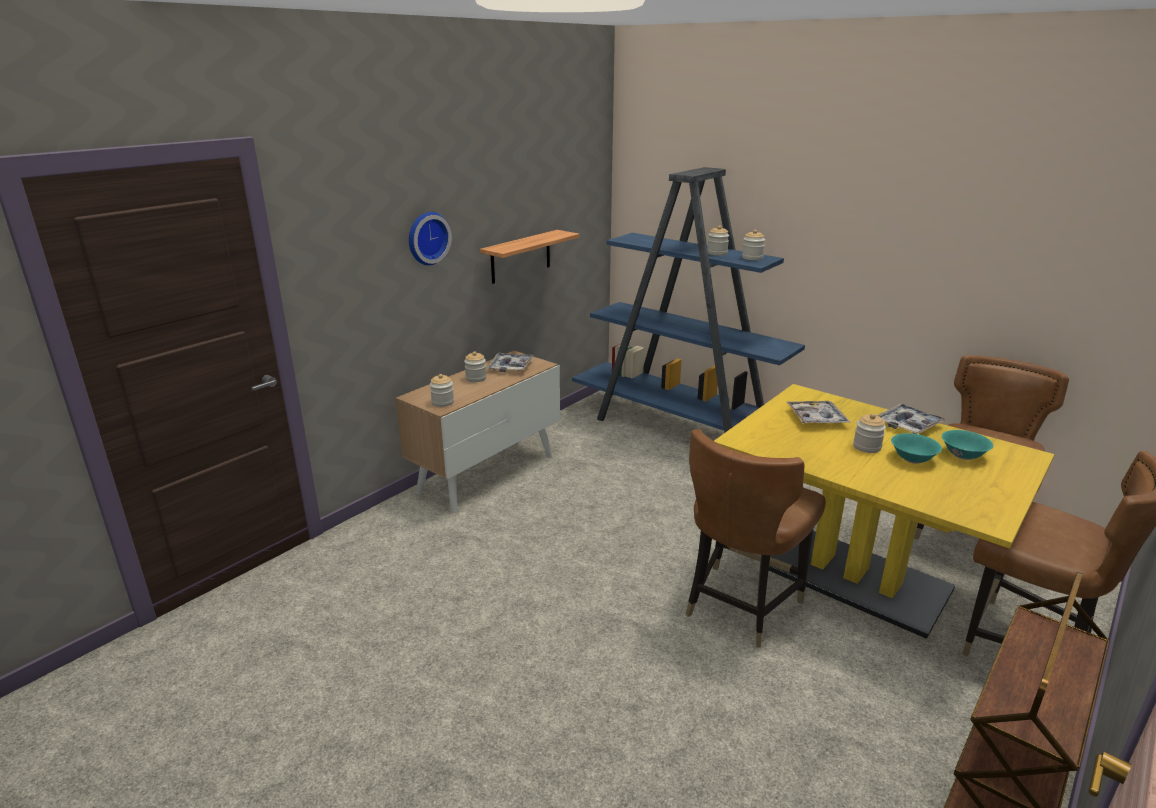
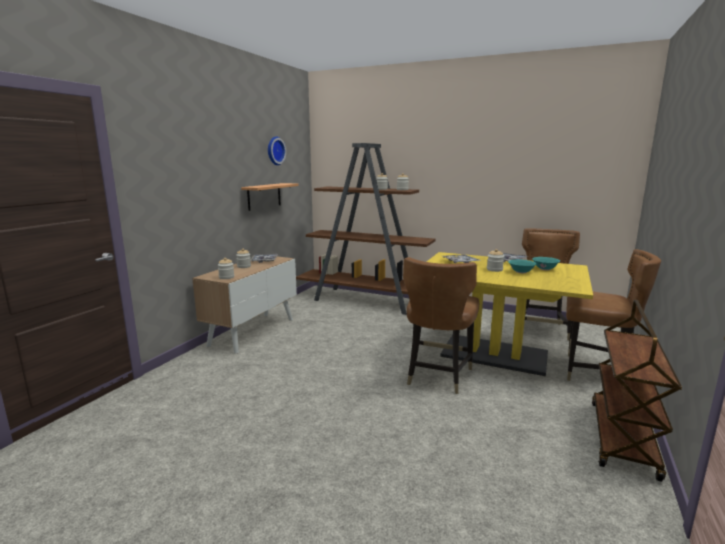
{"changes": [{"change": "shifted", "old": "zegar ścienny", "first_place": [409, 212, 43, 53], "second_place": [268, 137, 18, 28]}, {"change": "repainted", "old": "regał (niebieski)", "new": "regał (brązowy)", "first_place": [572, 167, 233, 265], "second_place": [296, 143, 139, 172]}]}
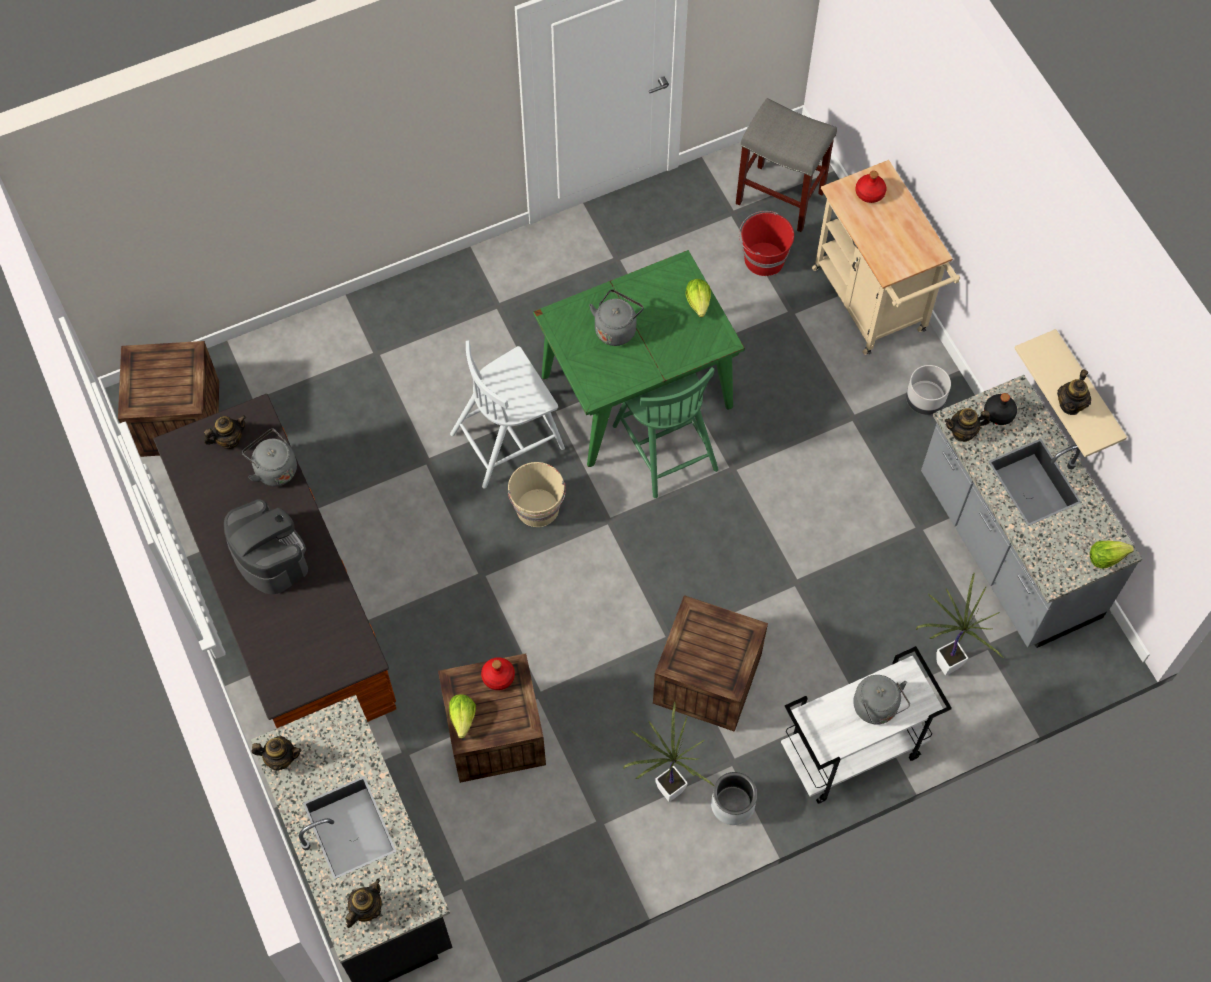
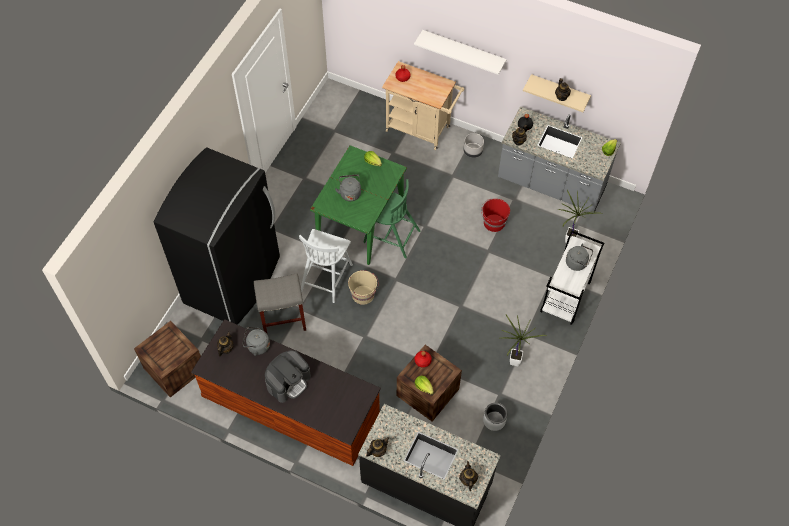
{"changes": [{"change": "gone", "old": "skrzynka", "first_place": [653, 595, 115, 137]}, {"change": "new", "new": "lodówka (czarny)", "second_place": [154, 148, 126, 177]}, {"change": "new", "new": "półka (biały)", "second_place": [414, 30, 92, 45]}, {"change": "shifted", "old": "donica (szary)", "first_place": [711, 772, 46, 53], "second_place": [483, 403, 24, 28]}, {"change": "shifted", "old": "stołek (szary)", "first_place": [736, 98, 101, 134], "second_place": [254, 273, 52, 60]}, {"change": "shifted", "old": "wiadro (czerwony)", "first_place": [739, 211, 55, 65], "second_place": [481, 199, 29, 33]}, {"change": "rotated", "old": "ekspres do kawy", "first_place": [224, 500, 84, 94], "second_place": [265, 350, 46, 53], "degrees": 120}]}
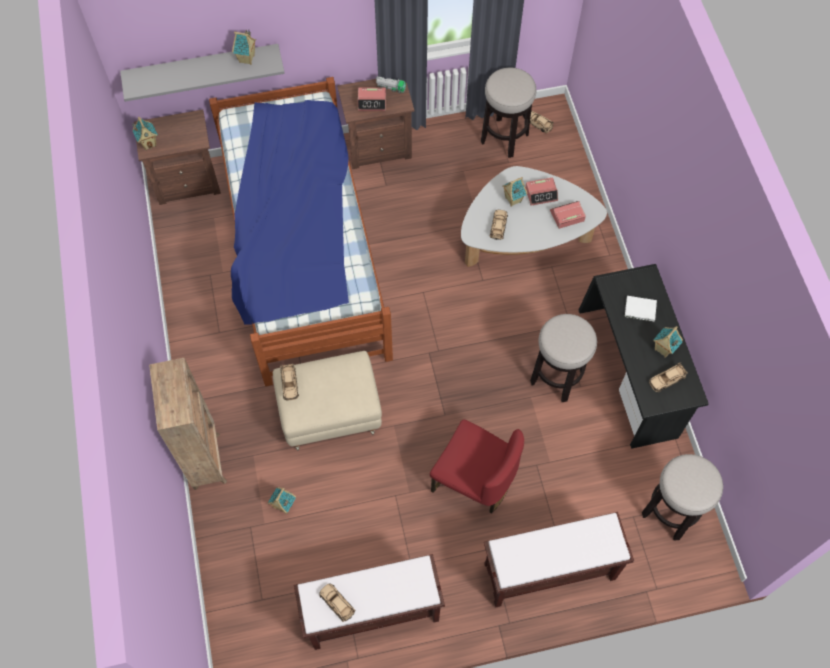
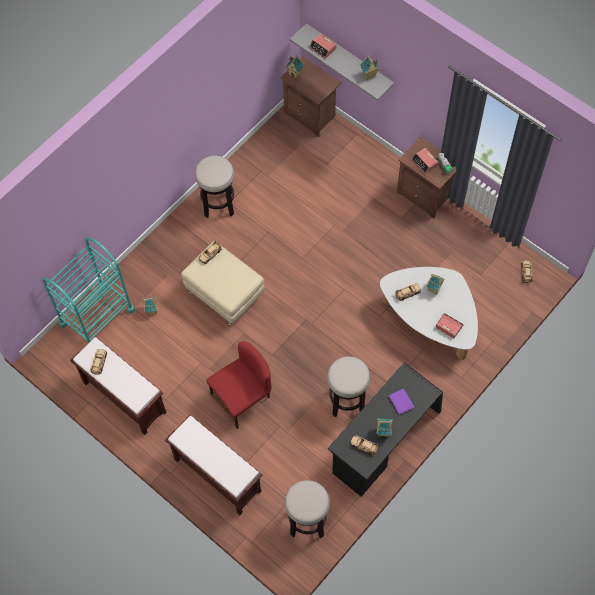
{"changes": [{"change": "gone", "old": "regał (brązowy)", "first_place": [149, 358, 78, 132]}, {"change": "gone", "old": "łóżko", "first_place": [209, 77, 184, 309]}, {"change": "new", "new": "wózek (turkusowy)", "second_place": [42, 237, 93, 106]}, {"change": "shifted", "old": "stołek", "first_place": [481, 68, 55, 90], "second_place": [195, 155, 39, 63]}, {"change": "shifted", "old": "budzik", "first_place": [525, 178, 33, 27], "second_place": [309, 34, 28, 25]}, {"change": "repainted", "old": "książka (biały)", "new": "książka (fioletowy)", "first_place": [625, 296, 32, 25], "second_place": [389, 389, 25, 26]}, {"change": "rotated", "old": "krzesło (czerwony)", "first_place": [430, 419, 94, 95], "second_place": [206, 341, 66, 88], "degrees": -120}]}
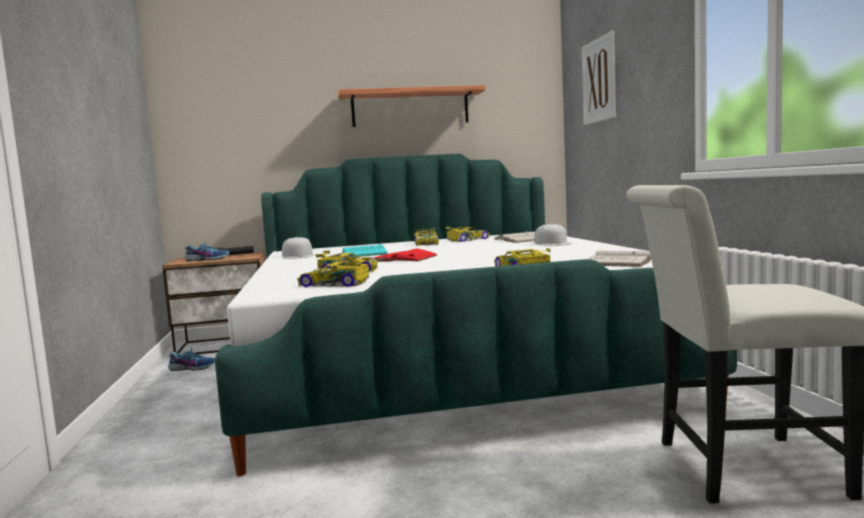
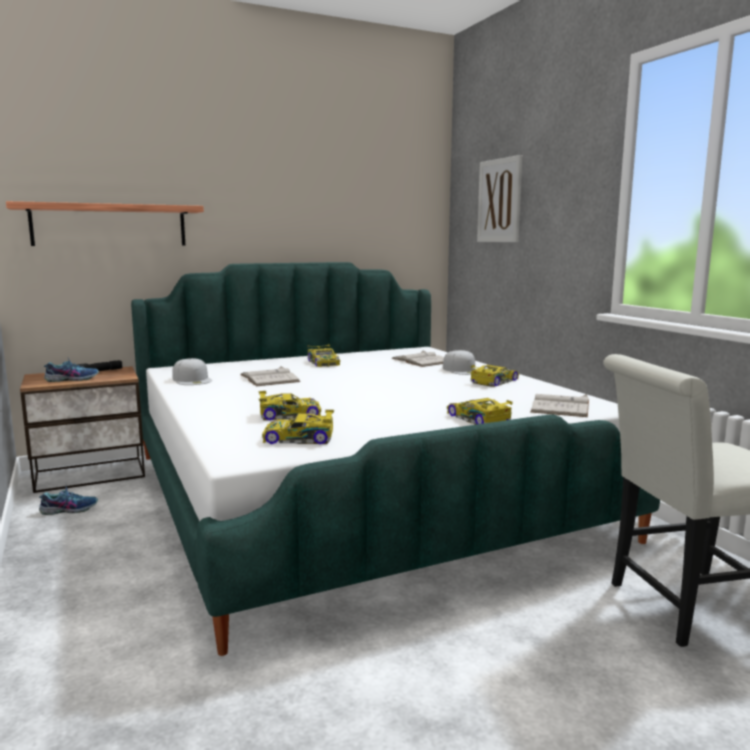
{"changes": [{"change": "gone", "old": "książka (czerwony)", "first_place": [374, 249, 63, 13]}, {"change": "shifted", "old": "półka", "first_place": [338, 85, 148, 42], "second_place": [6, 201, 198, 45]}, {"change": "shifted", "old": "samochodzik", "first_place": [446, 227, 44, 15], "second_place": [471, 365, 48, 22]}, {"change": "repainted", "old": "książka (turkusowy)", "new": "książka (biały)", "first_place": [343, 244, 45, 13], "second_place": [240, 366, 60, 20]}]}
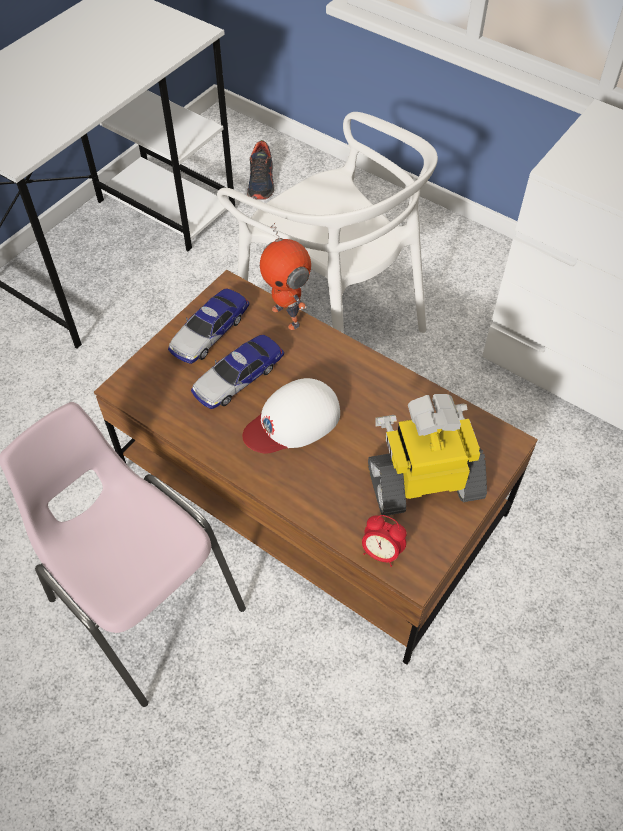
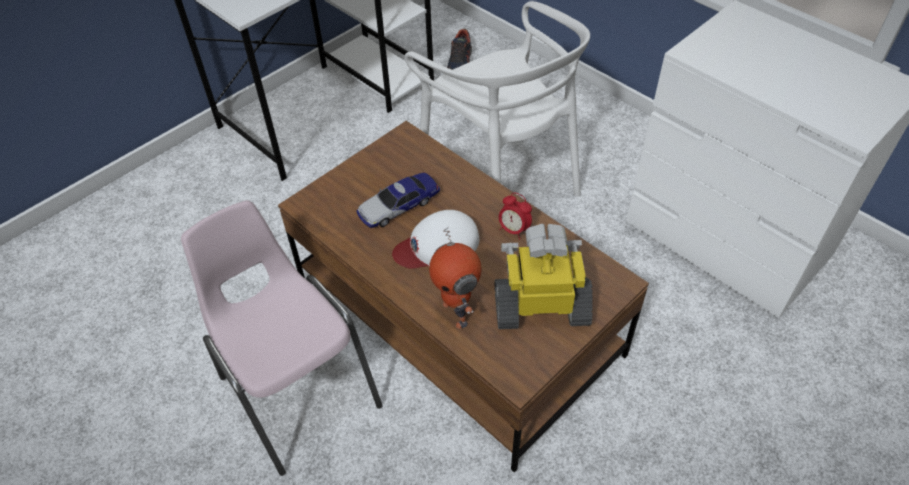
{"changes": [{"change": "gone", "old": "samochodzik", "first_place": [168, 289, 81, 75]}, {"change": "shifted", "old": "robot zabawkowy", "first_place": [260, 222, 51, 108], "second_place": [429, 227, 52, 102]}, {"change": "shifted", "old": "budzik", "first_place": [362, 515, 45, 52], "second_place": [499, 193, 33, 47]}]}
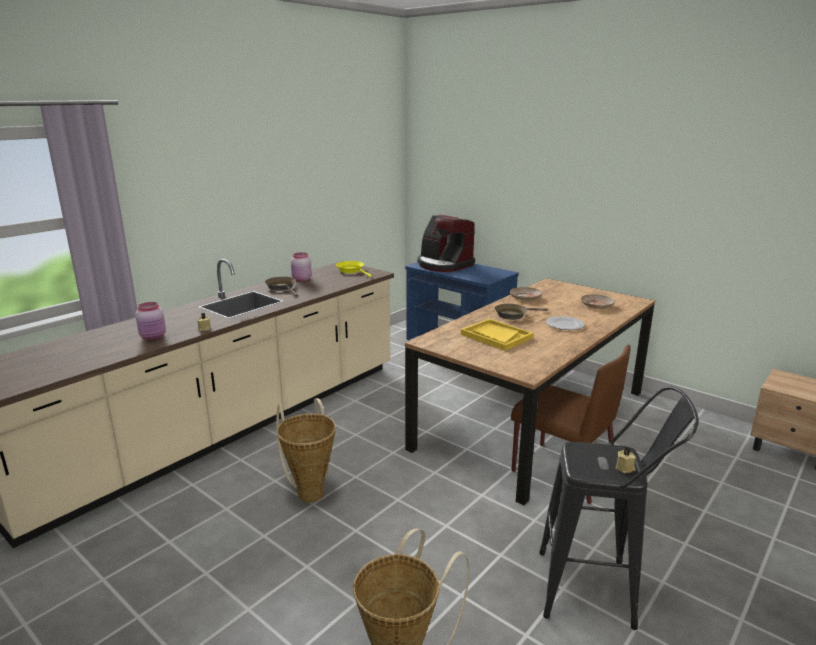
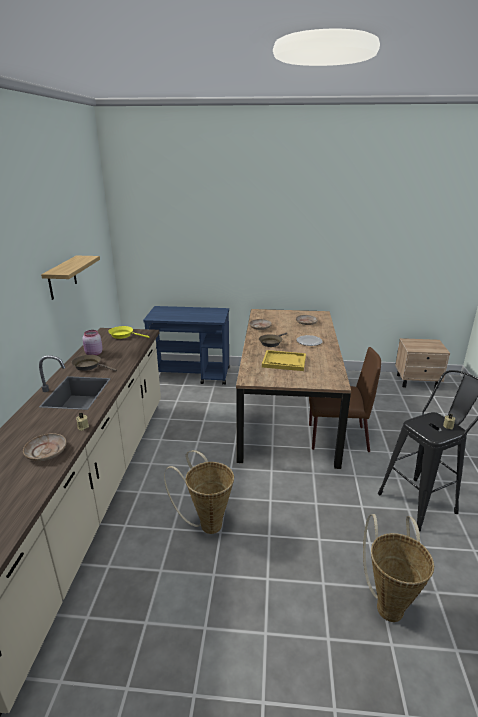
{"changes": [{"change": "gone", "old": "ekspres do kawy", "first_place": [417, 215, 58, 57]}, {"change": "new", "new": "półka", "second_place": [41, 256, 59, 44]}, {"change": "swapped", "old": "słoik (różowy)", "new": "talerz (beżowy)", "first_place": [135, 302, 31, 38], "second_place": [23, 433, 44, 28]}]}
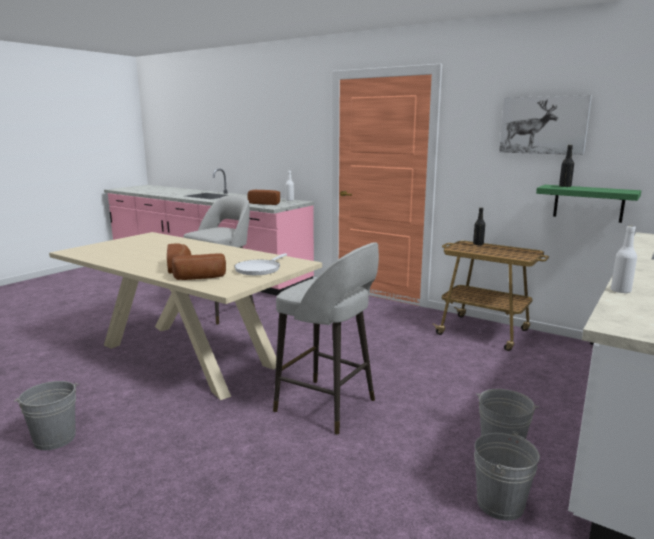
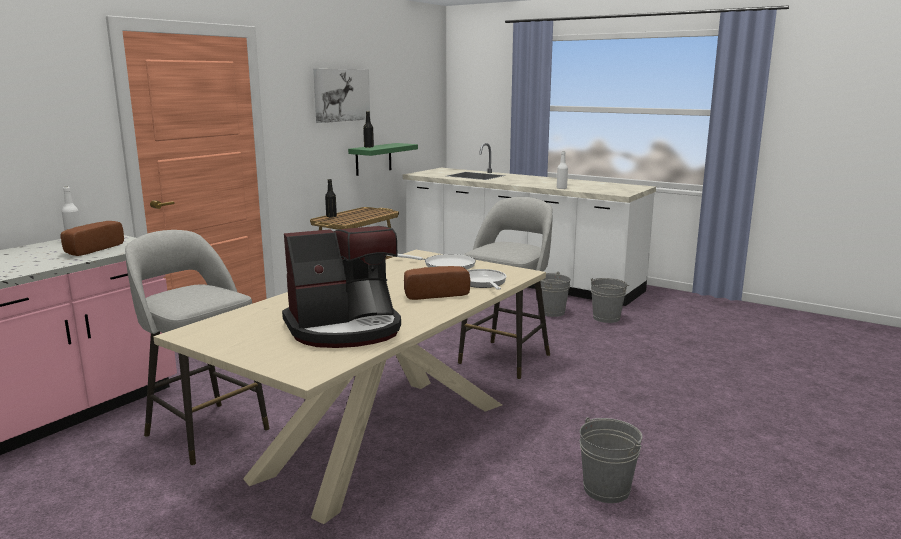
{"changes": [{"change": "new", "new": "ekspres do kawy", "second_place": [282, 226, 119, 122]}, {"change": "swapped", "old": "chleb", "new": "patelnia", "first_place": [172, 253, 54, 27], "second_place": [467, 269, 39, 21]}]}
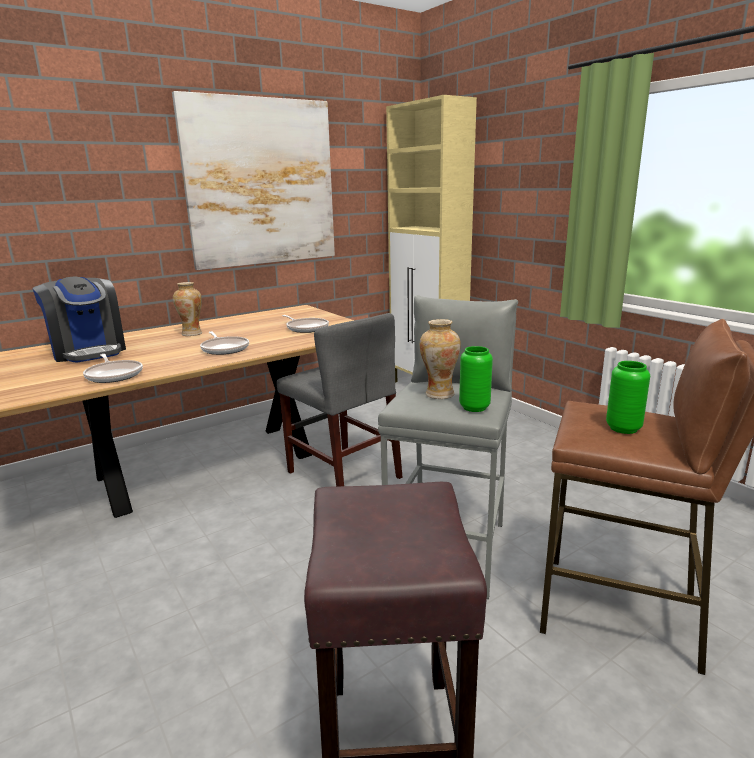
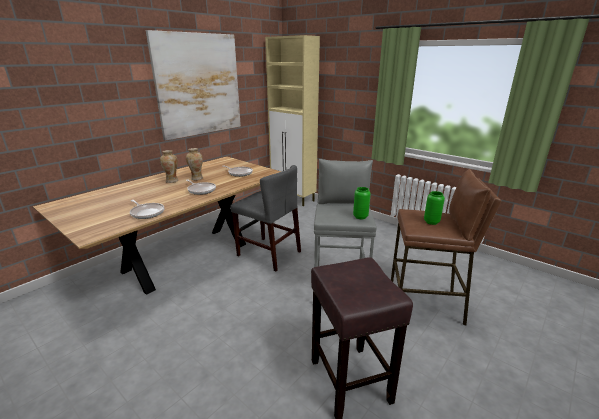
{"changes": [{"change": "gone", "old": "ekspres do kawy", "first_place": [32, 276, 94, 87]}, {"change": "shifted", "old": "wazon", "first_place": [420, 319, 41, 80], "second_place": [186, 148, 17, 32]}]}
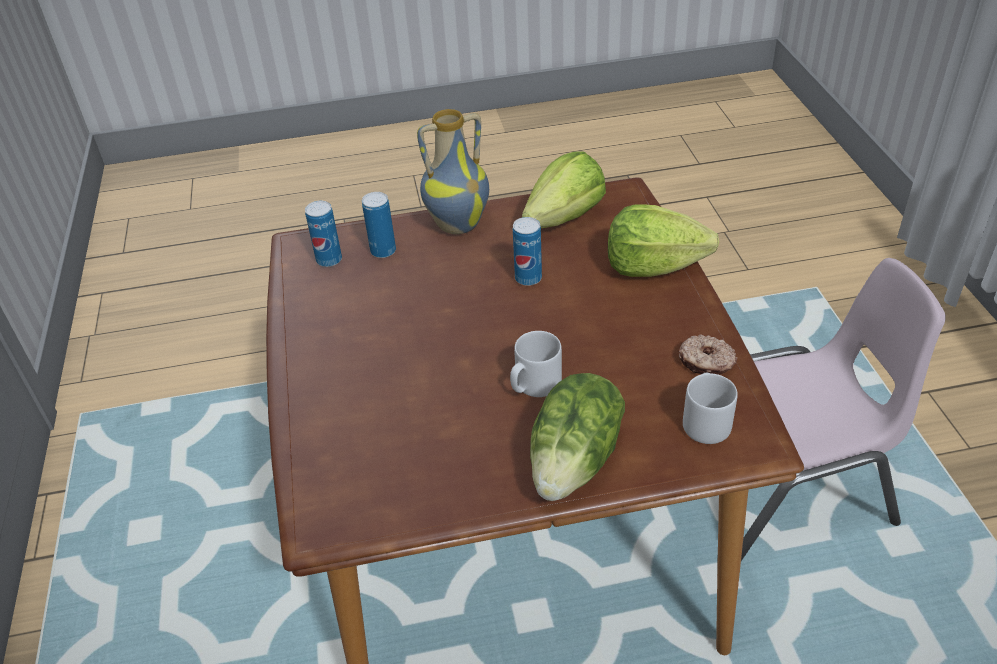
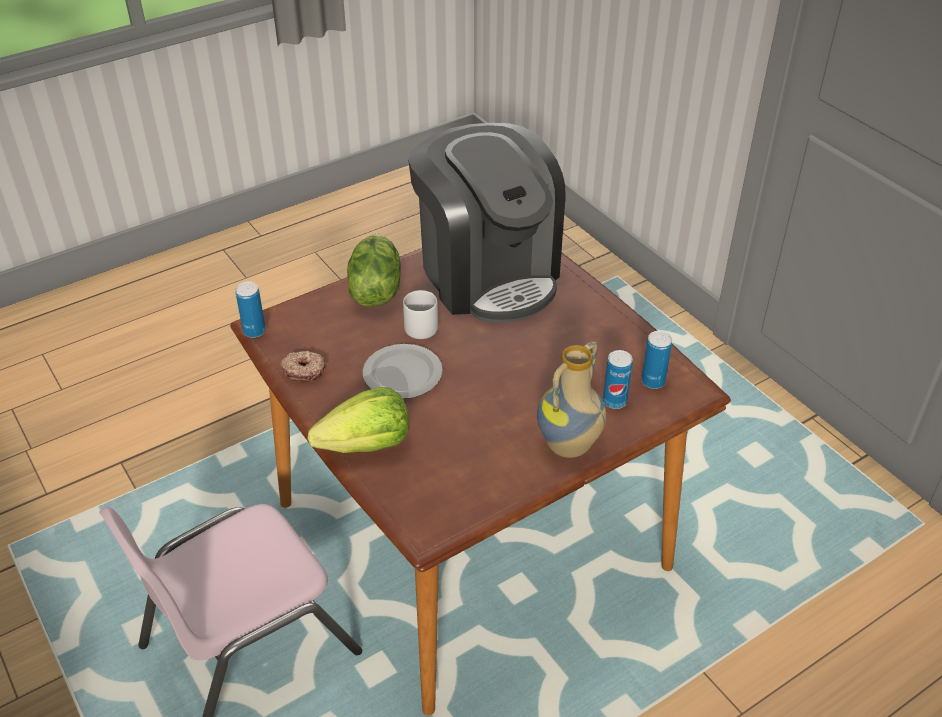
{"changes": [{"change": "gone", "old": "sałata", "first_place": [522, 152, 84, 76]}, {"change": "gone", "old": "kubek (szary)", "first_place": [683, 373, 55, 71]}, {"change": "new", "new": "talerz", "second_place": [362, 344, 81, 55]}, {"change": "new", "new": "ekspres do kawy", "second_place": [408, 123, 158, 200]}, {"change": "shifted", "old": "puszka", "first_place": [513, 217, 29, 69], "second_place": [235, 282, 31, 56]}]}
